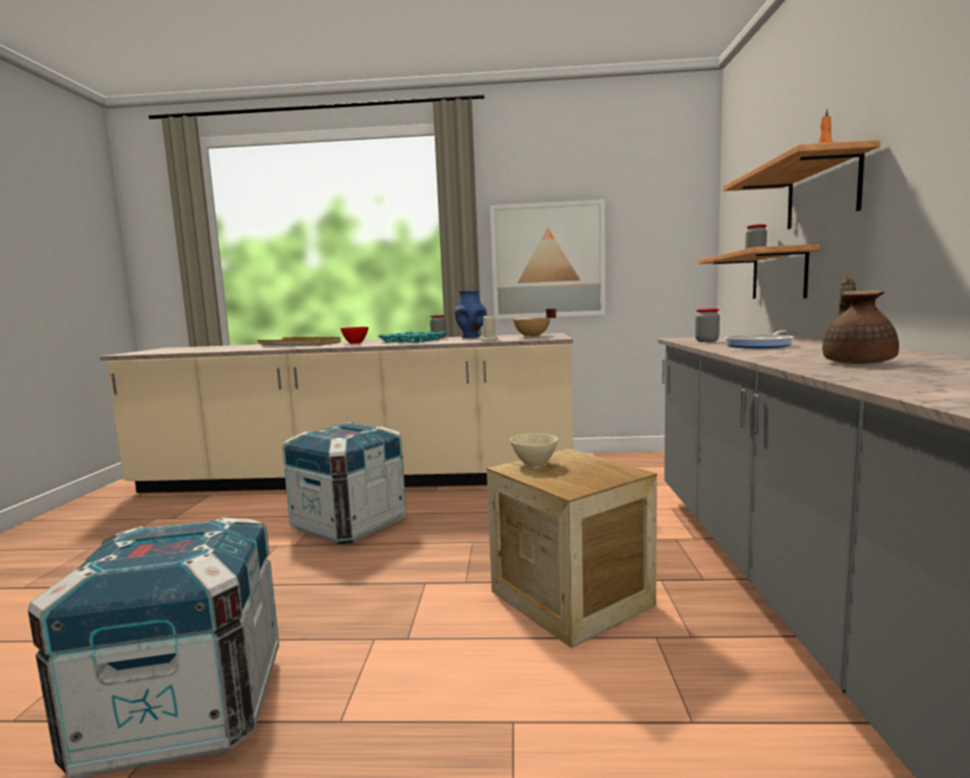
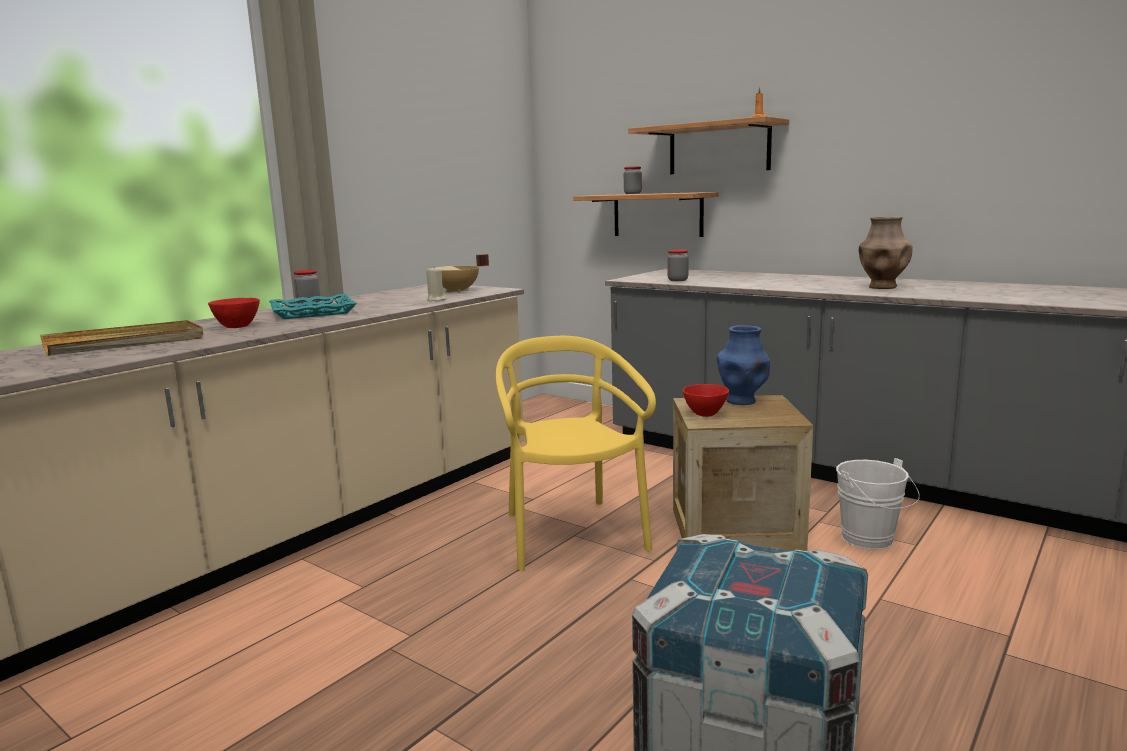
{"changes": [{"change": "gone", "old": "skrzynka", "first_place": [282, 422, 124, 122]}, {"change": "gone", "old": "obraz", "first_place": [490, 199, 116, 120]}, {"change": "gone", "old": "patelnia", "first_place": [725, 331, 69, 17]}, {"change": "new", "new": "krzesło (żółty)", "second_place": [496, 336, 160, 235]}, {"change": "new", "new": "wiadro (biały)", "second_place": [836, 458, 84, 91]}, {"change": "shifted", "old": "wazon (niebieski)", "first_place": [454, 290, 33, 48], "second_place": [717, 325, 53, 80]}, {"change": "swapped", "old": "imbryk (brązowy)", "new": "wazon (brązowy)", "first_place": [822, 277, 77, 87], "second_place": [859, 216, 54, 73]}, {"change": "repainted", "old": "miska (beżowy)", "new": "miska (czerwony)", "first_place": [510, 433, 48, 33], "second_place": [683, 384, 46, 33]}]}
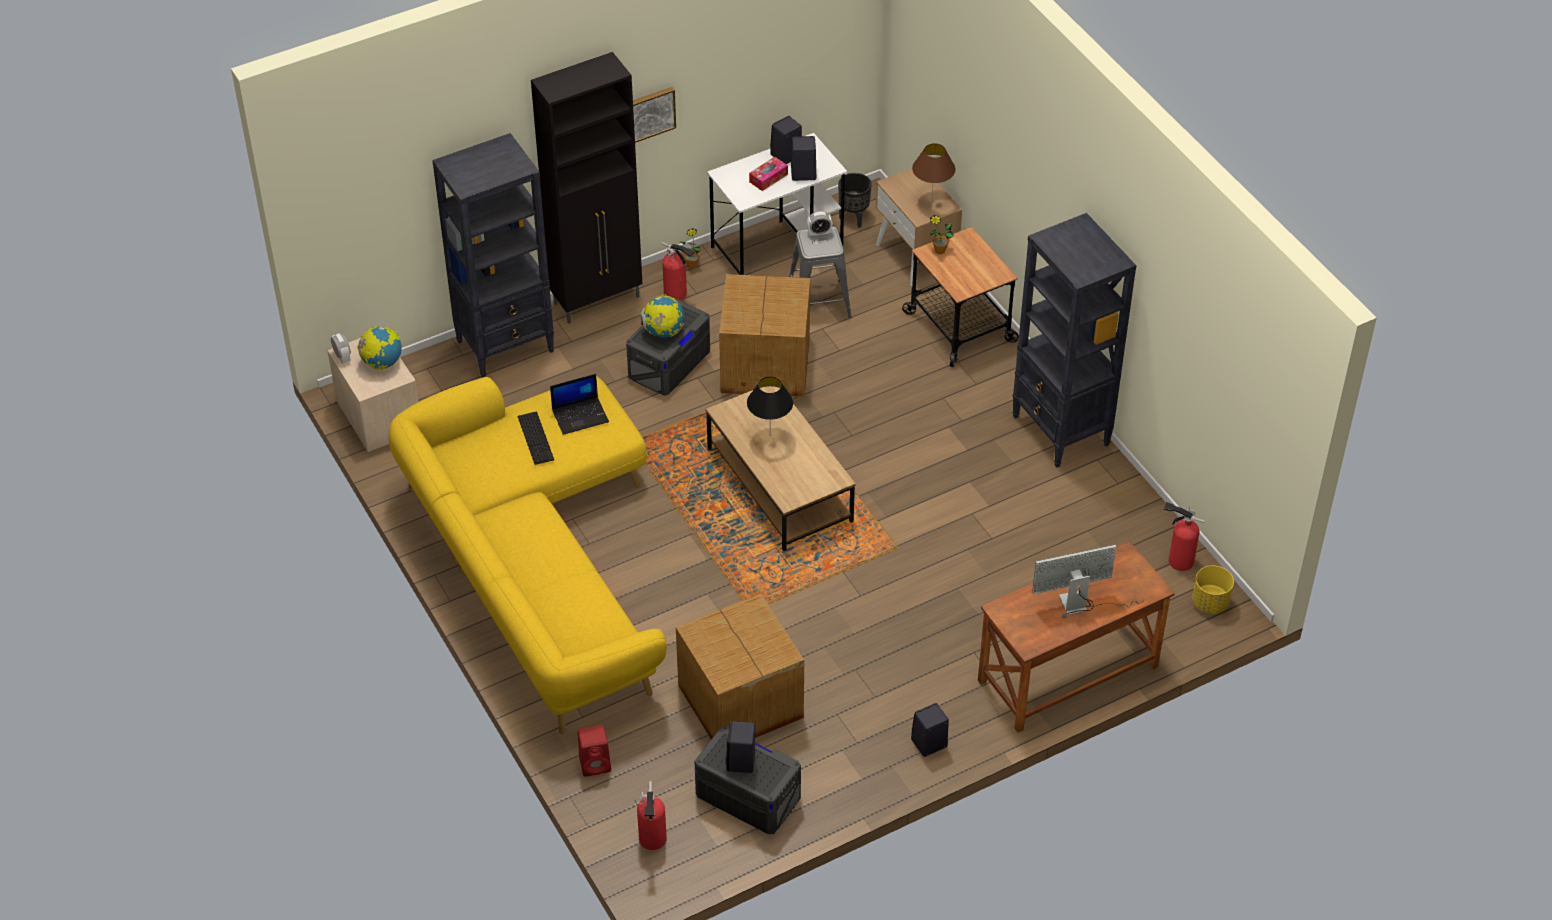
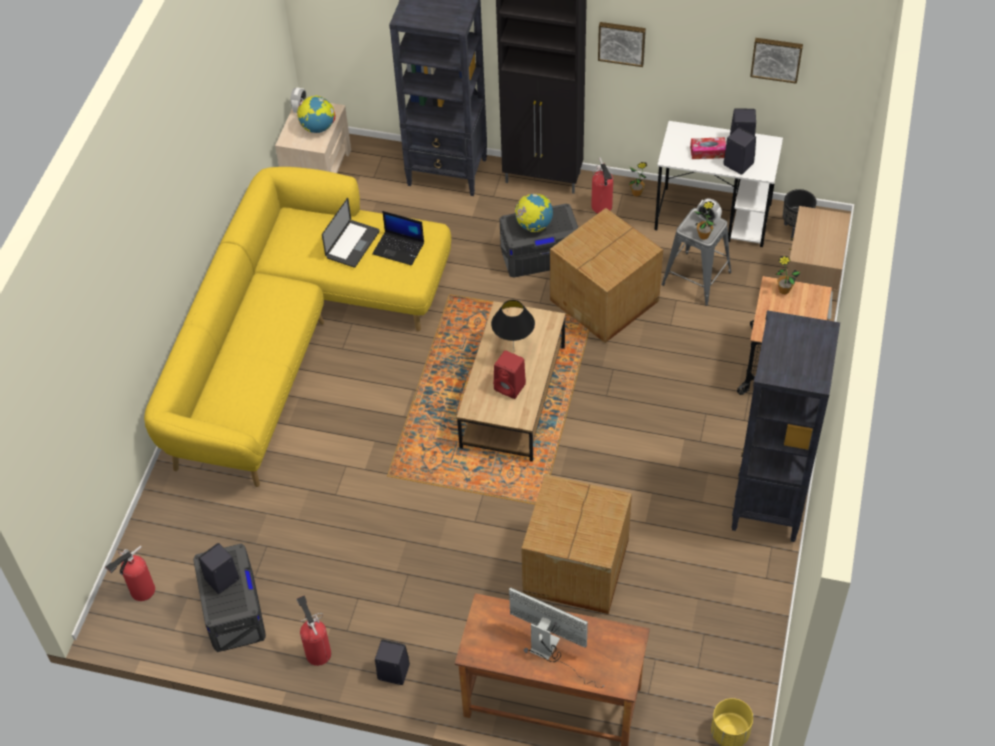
{"changes": [{"change": "gone", "old": "lampa stołowa (brązowy)", "first_place": [912, 143, 44, 54]}, {"change": "new", "new": "roślina doniczkowa", "second_place": [694, 201, 20, 39]}, {"change": "new", "new": "obraz", "second_place": [750, 38, 53, 46]}, {"change": "shifted", "old": "głośnik (czerwony)", "first_place": [578, 725, 33, 52], "second_place": [493, 350, 33, 49]}, {"change": "shifted", "old": "karton", "first_place": [676, 594, 128, 145], "second_place": [521, 475, 111, 139]}, {"change": "shifted", "old": "gaśnica", "first_place": [1164, 502, 41, 69], "second_place": [296, 595, 35, 71]}, {"change": "swapped", "old": "klawiatura", "new": "laptop", "first_place": [518, 411, 36, 54], "second_place": [322, 198, 57, 70]}]}
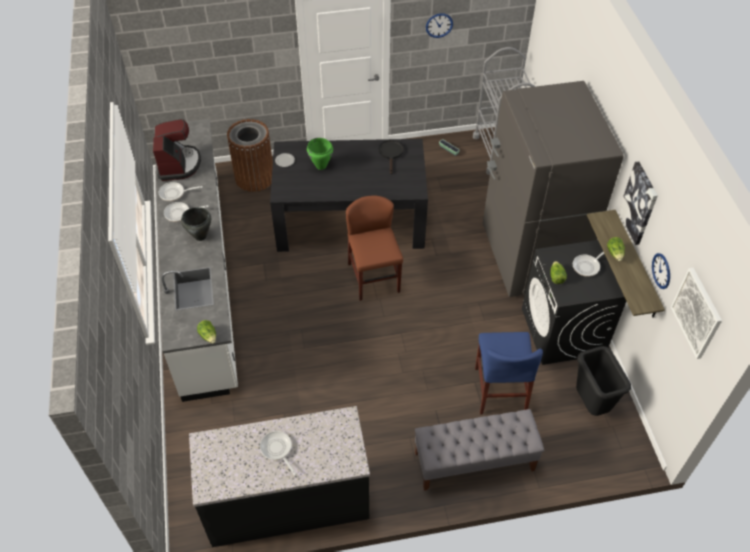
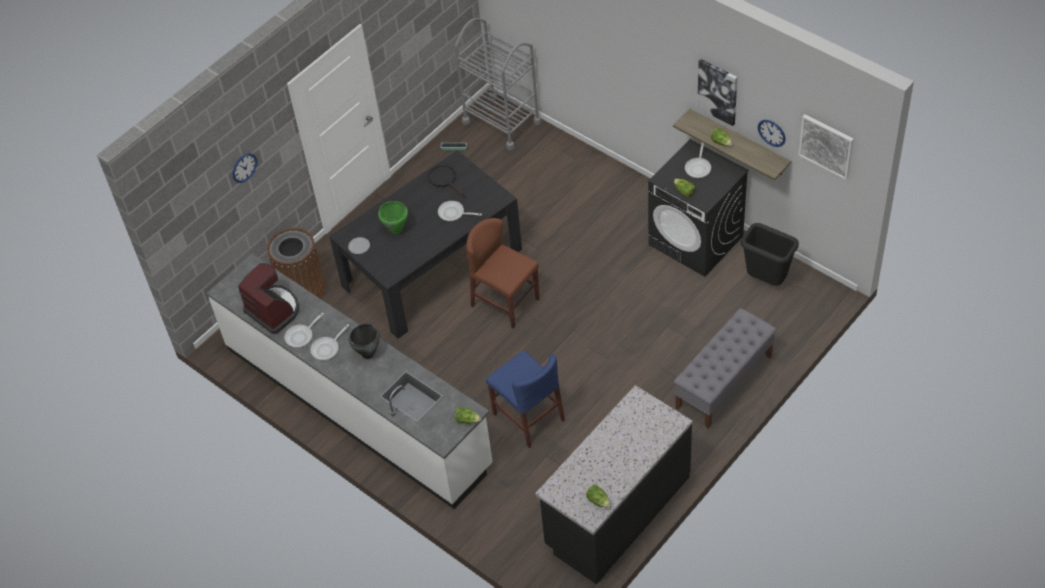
{"changes": [{"change": "gone", "old": "lodówka (szary)", "first_place": [483, 81, 141, 216]}, {"change": "new", "new": "sałata", "second_place": [586, 485, 25, 23]}, {"change": "shifted", "old": "patelnia", "first_place": [260, 431, 37, 44], "second_place": [438, 201, 44, 20]}, {"change": "shifted", "old": "zegar ścienny", "first_place": [426, 13, 27, 25], "second_place": [232, 153, 25, 30]}, {"change": "shifted", "old": "krzesło (niebieski)", "first_place": [475, 332, 68, 82], "second_place": [486, 350, 79, 98]}]}
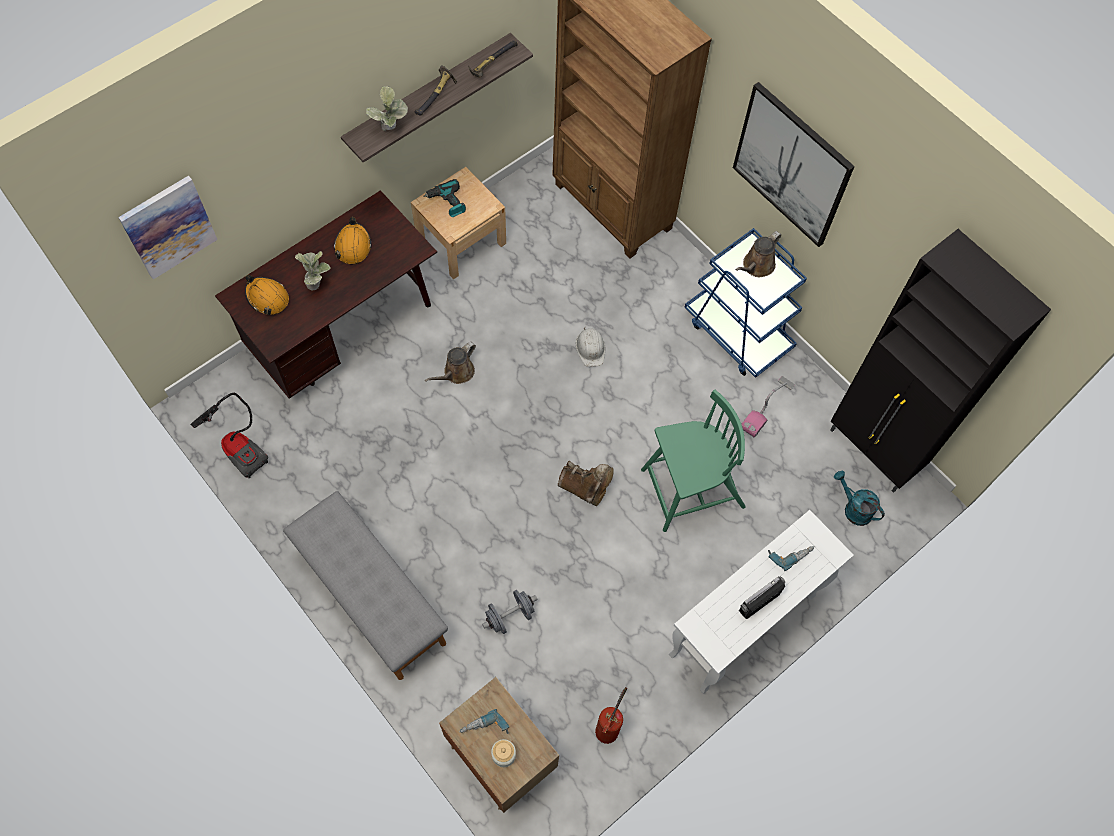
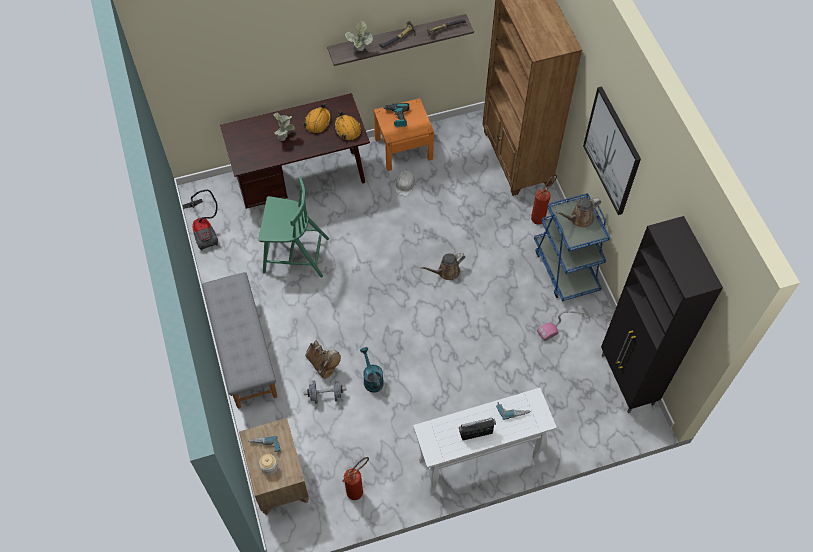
{"changes": [{"change": "gone", "old": "obraz", "first_place": [118, 175, 100, 105]}, {"change": "new", "new": "gaśnica", "second_place": [531, 174, 26, 50]}, {"change": "shifted", "old": "kask (pomarańczowy)", "first_place": [245, 275, 44, 40], "second_place": [334, 111, 27, 30]}, {"change": "shifted", "old": "konewka (brązowy)", "first_place": [425, 342, 51, 42], "second_place": [421, 253, 44, 27]}, {"change": "shifted", "old": "but z cholewką (brązowy)", "first_place": [558, 461, 56, 45], "second_place": [306, 340, 35, 39]}, {"change": "shifted", "old": "kask (biały)", "first_place": [576, 327, 29, 40], "second_place": [395, 169, 21, 27]}, {"change": "shifted", "old": "krzesło (zielony)", "first_place": [641, 390, 105, 142], "second_place": [258, 177, 71, 101]}, {"change": "shifted", "old": "konewka (turkusowy)", "first_place": [834, 471, 51, 55], "second_place": [360, 347, 24, 45]}, {"change": "repainted", "old": "szafka nocna (beżowy)", "new": "szafka nocna (pomarańczowy)", "first_place": [411, 167, 95, 112], "second_place": [374, 98, 60, 73]}]}
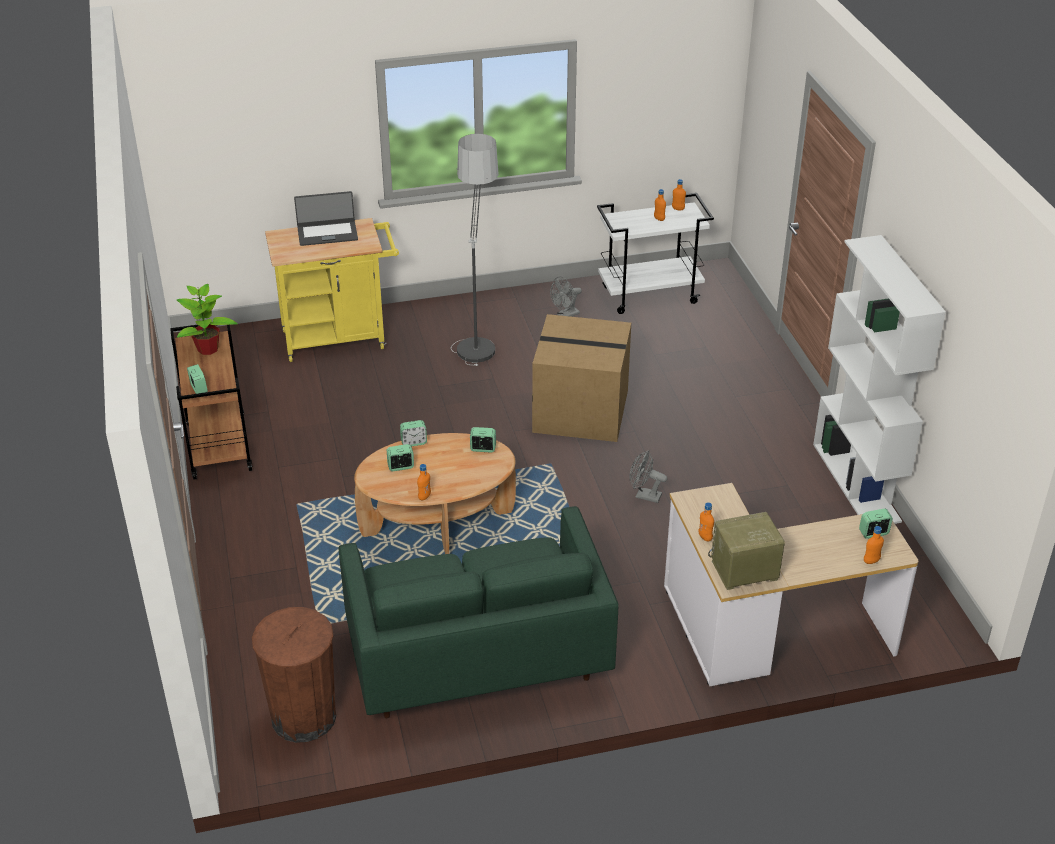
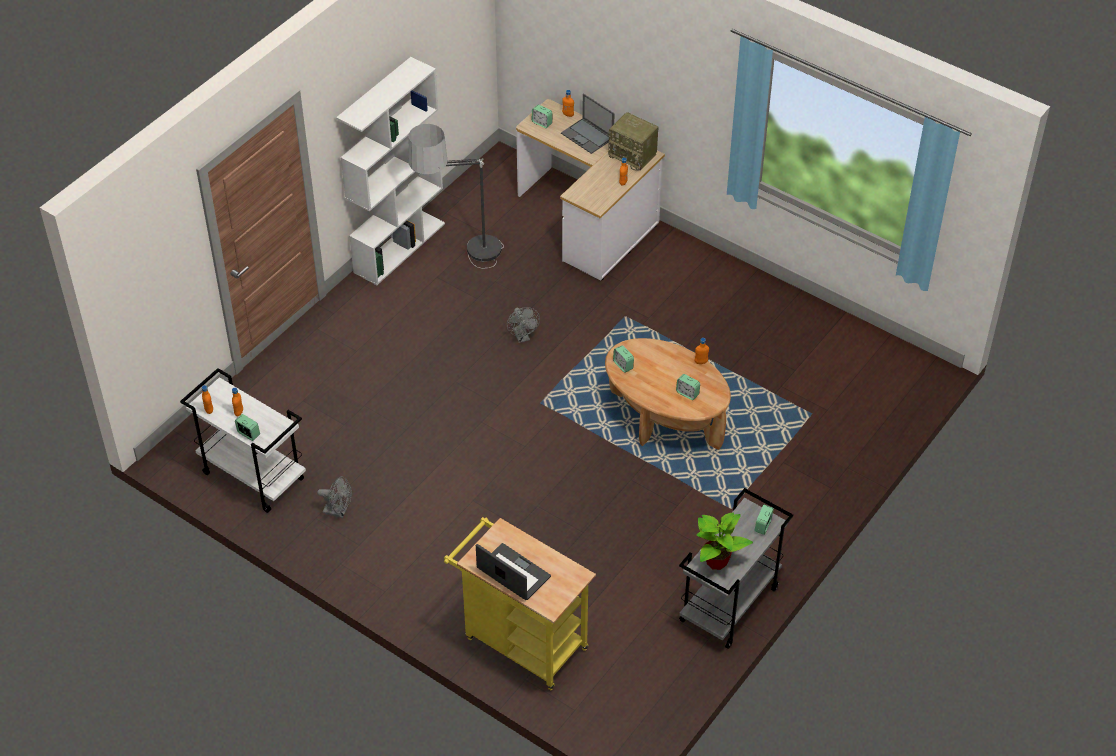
{"changes": [{"change": "gone", "old": "kosz na śmieci (brązowy)", "first_place": [252, 607, 84, 136]}, {"change": "gone", "old": "kanapa (zielony)", "first_place": [338, 506, 280, 212]}, {"change": "gone", "old": "karton", "first_place": [532, 314, 99, 128]}, {"change": "new", "new": "laptop", "second_place": [561, 93, 54, 61]}, {"change": "shifted", "old": "budzik", "first_place": [400, 420, 27, 26], "second_place": [235, 414, 25, 27]}, {"change": "shifted", "old": "lampa stojąca", "first_place": [451, 134, 48, 232], "second_place": [407, 124, 97, 144]}, {"change": "repainted", "old": "wózek (brązowy)", "new": "wózek (szary)", "first_place": [170, 325, 82, 155], "second_place": [679, 488, 114, 161]}]}
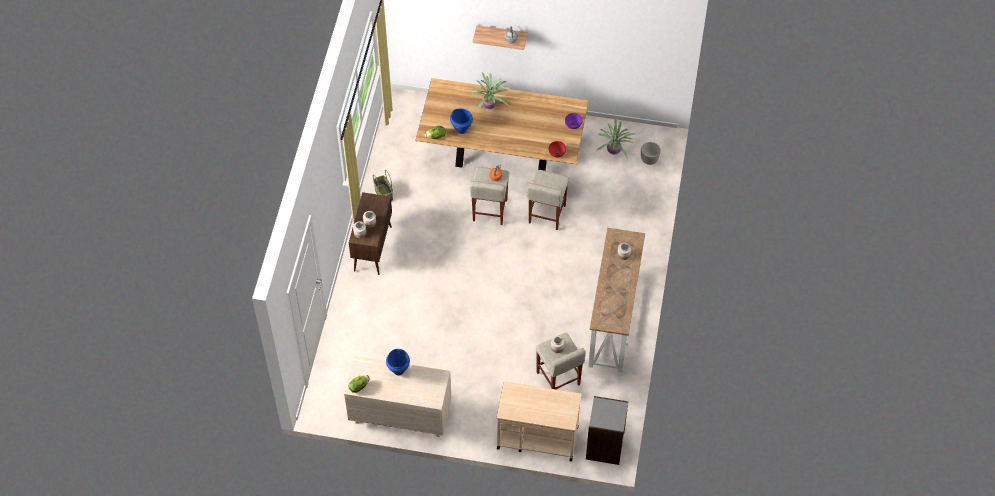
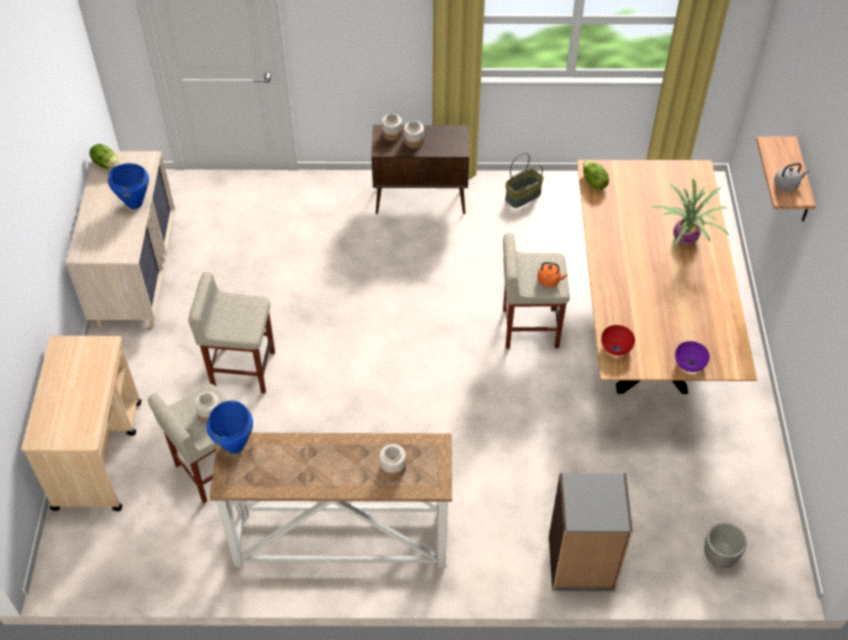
{"changes": [{"change": "gone", "old": "roślina doniczkowa", "first_place": [596, 118, 39, 41]}, {"change": "shifted", "old": "garnek (niebieski)", "first_place": [450, 108, 23, 26], "second_place": [207, 400, 46, 54]}, {"change": "shifted", "old": "stołek (beżowy)", "first_place": [527, 170, 42, 60], "second_place": [188, 272, 87, 122]}, {"change": "shifted", "old": "regał (szary)", "first_place": [586, 396, 43, 69], "second_place": [549, 473, 84, 119]}]}
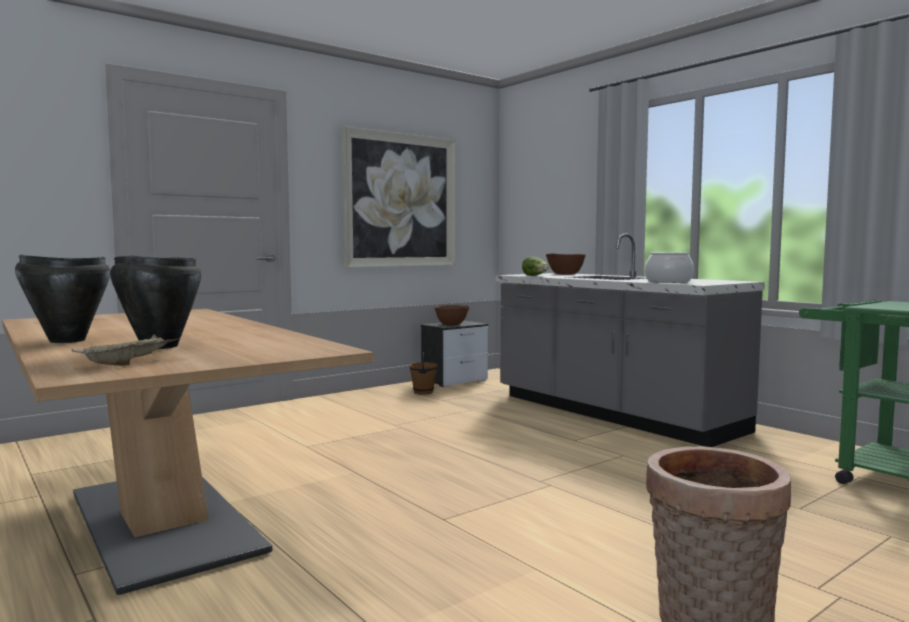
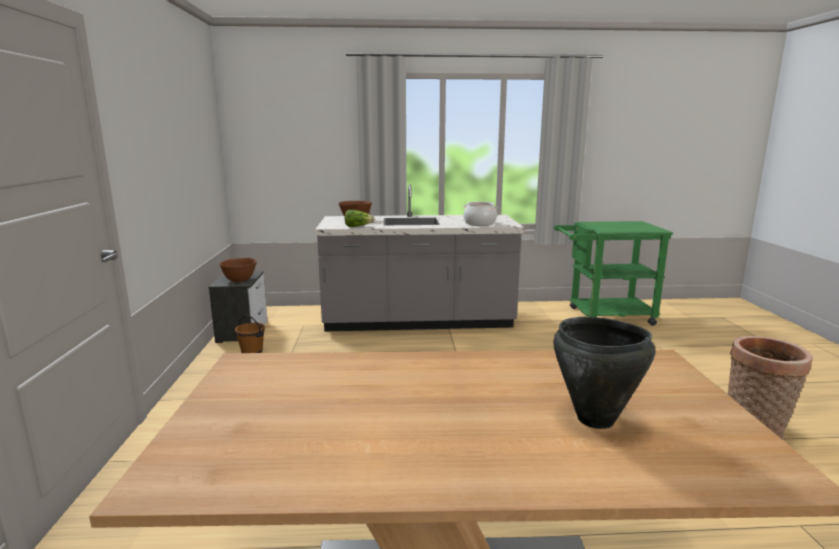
{"changes": [{"change": "gone", "old": "garnek (czarny)", "first_place": [15, 255, 95, 88]}, {"change": "gone", "old": "taca (beżowy)", "first_place": [72, 334, 108, 31]}, {"change": "gone", "old": "obraz", "first_place": [341, 126, 115, 142]}]}
